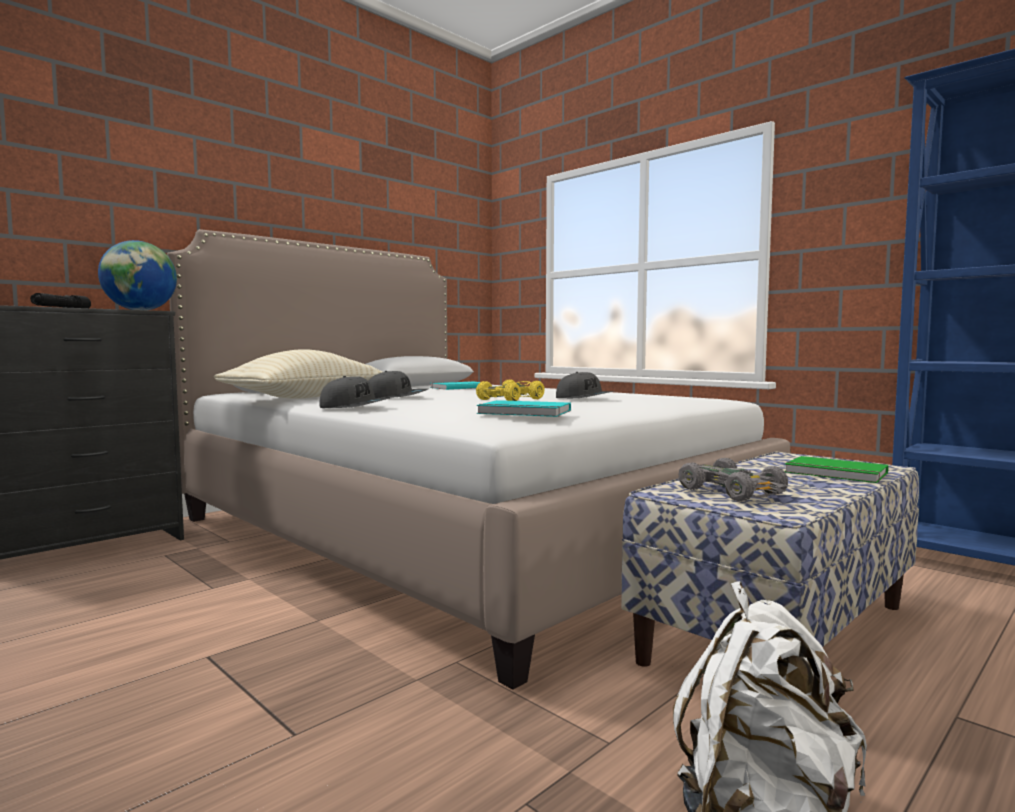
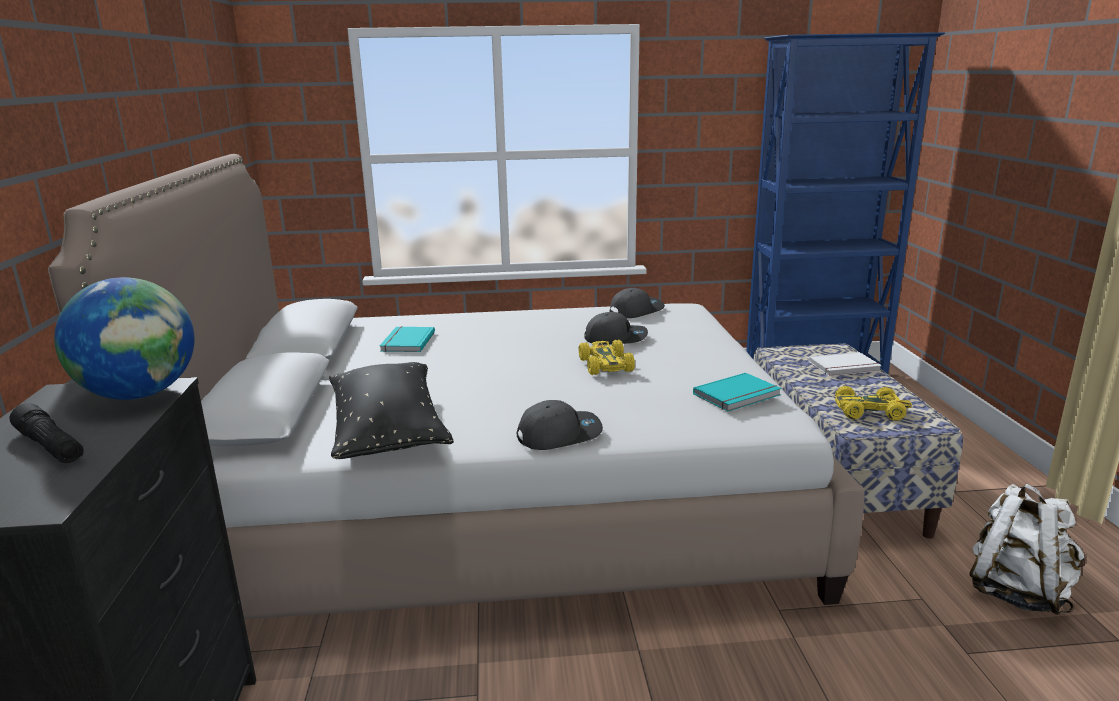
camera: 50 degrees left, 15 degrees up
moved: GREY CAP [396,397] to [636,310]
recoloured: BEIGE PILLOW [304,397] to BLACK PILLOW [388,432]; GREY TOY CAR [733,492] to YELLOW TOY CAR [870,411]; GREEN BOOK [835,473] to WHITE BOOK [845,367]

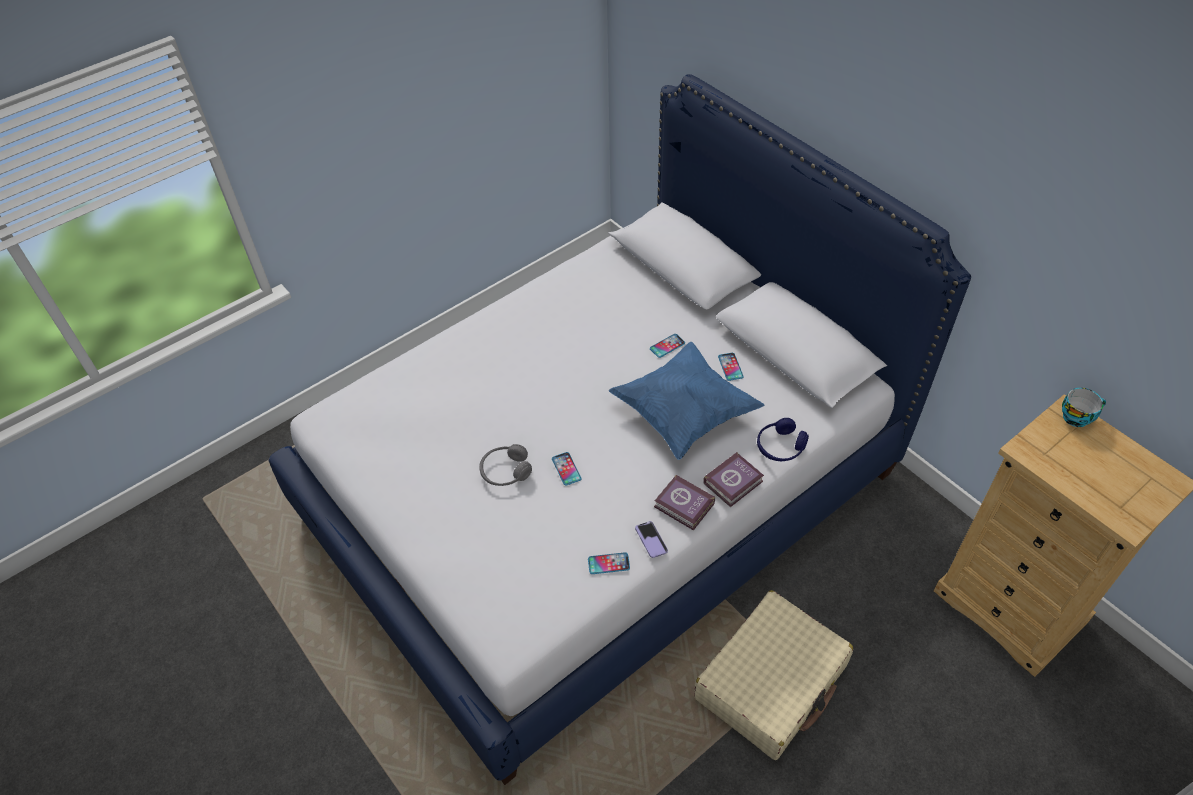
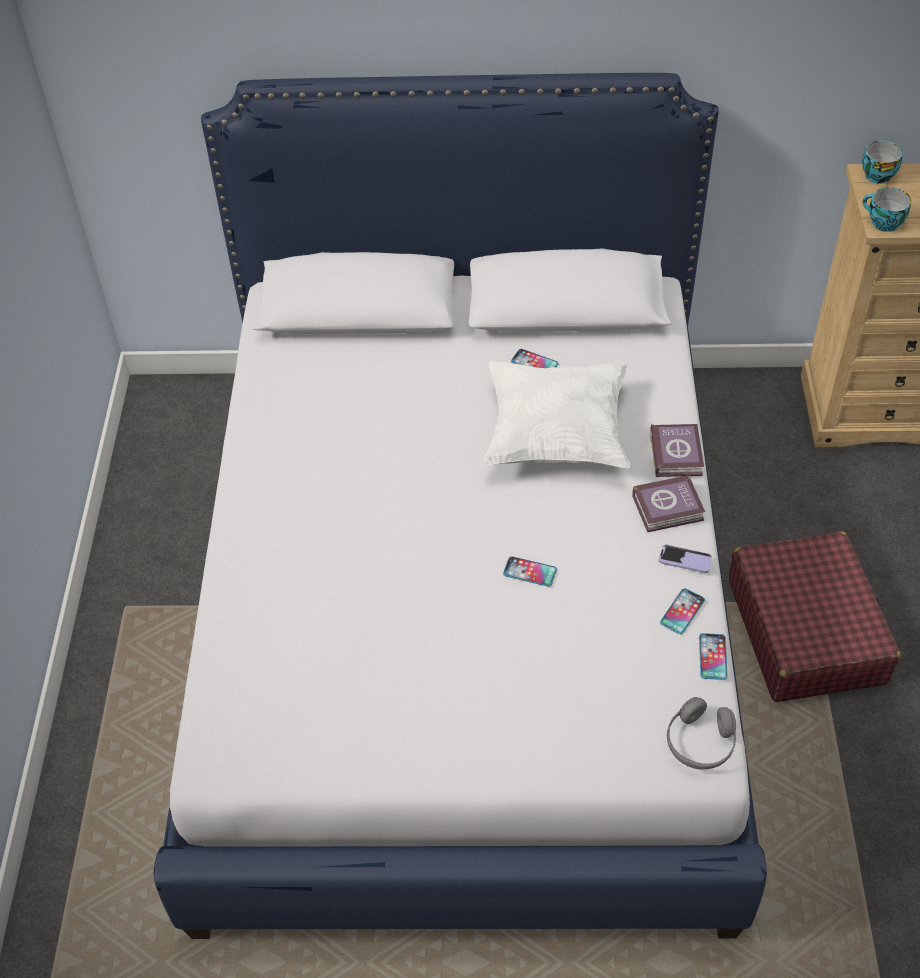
camera: 50 degrees left, 0 degrees up
removed: BLUE HEADPHONES [780,447]
added: CUP [882,223]
moved: GREY HEADPHONES [505,471] to [700,742]; PHONE [667,346] to [712,657]
recoloured: BLUE PILLOW [684,414] to WHITE PILLOW [556,435]; BEIGE SUITCASE [771,682] to RED SUITCASE [806,630]

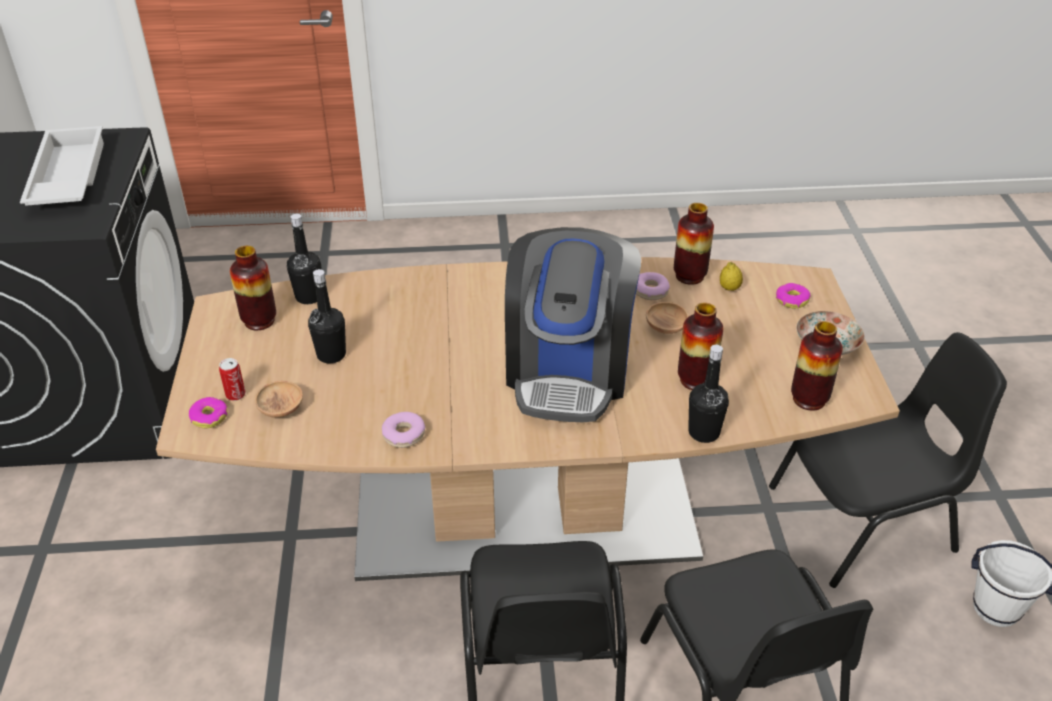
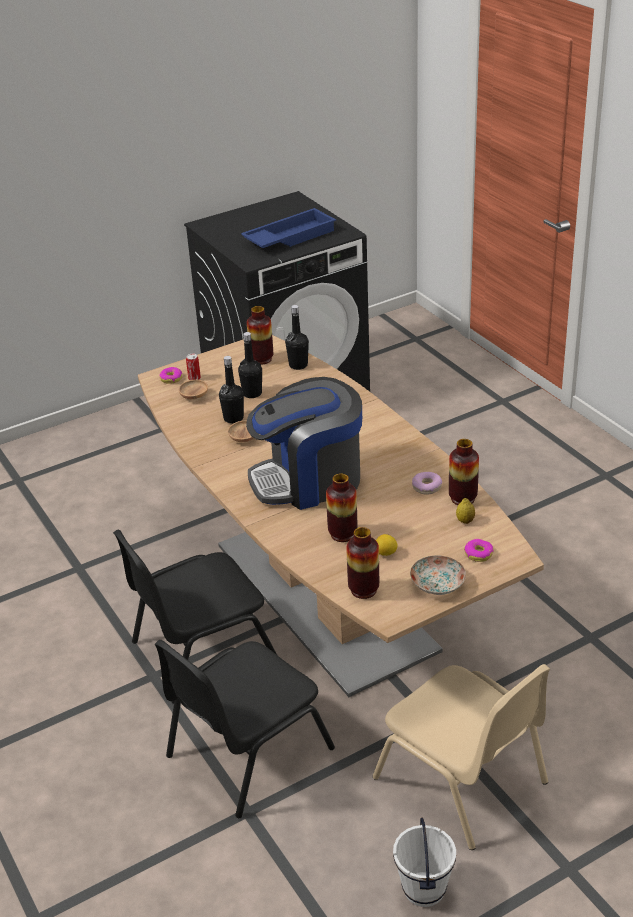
camera: 65 degrees right, 5 degrees down
removed: DONUT [404,434]
added: LEMON [386,553]
moved: BROWN BOWL [666,327] to [244,438]; BLACK BOTTLE [704,432] to [233,418]
recoloured: WHITE TRAY [66,178] to BLUE TRAY [289,237]; BLACK CHAIR [865,520] to BEIGE CHAIR [463,781]

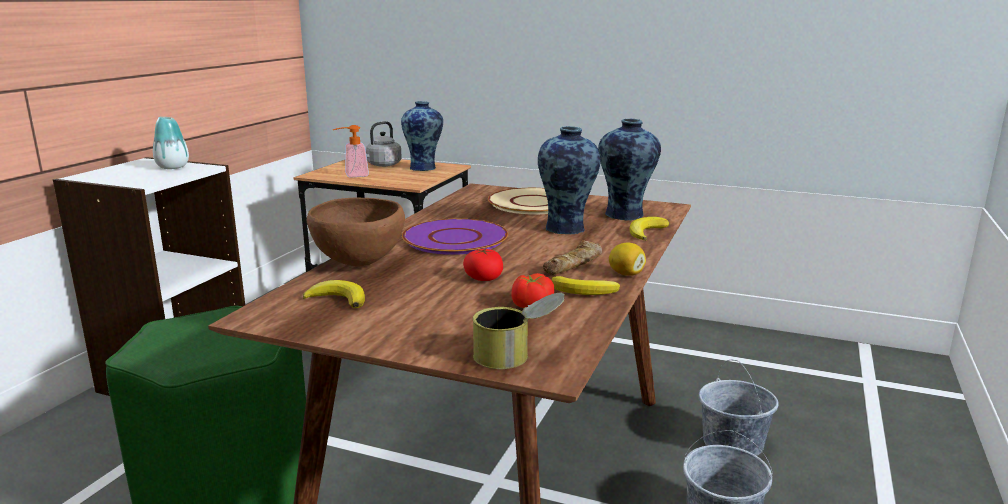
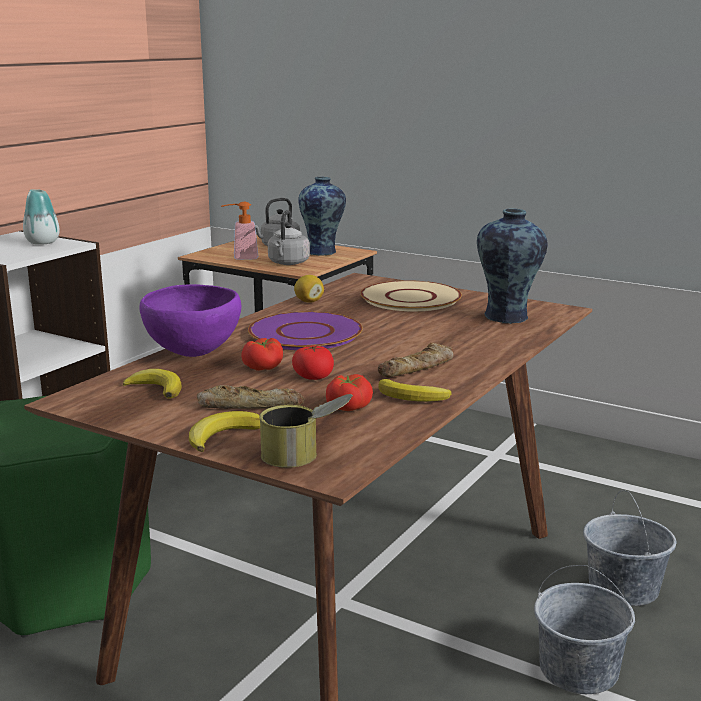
camera: 10 degrees right, 0 degrees up
removed: VASE [567,229]
added: BREAD [250,406]; TOMATO [264,368]; GREY KETTLE [288,263]
moved: LEMON [626,274] to [308,301]; BANANA [646,232] to [222,435]
recoloured: BROWN BOWL [359,264] to PURPLE BOWL [193,354]

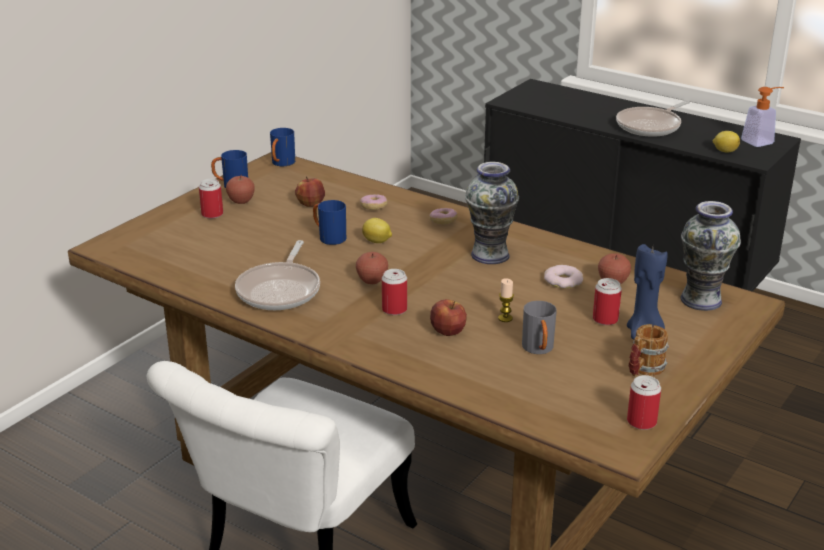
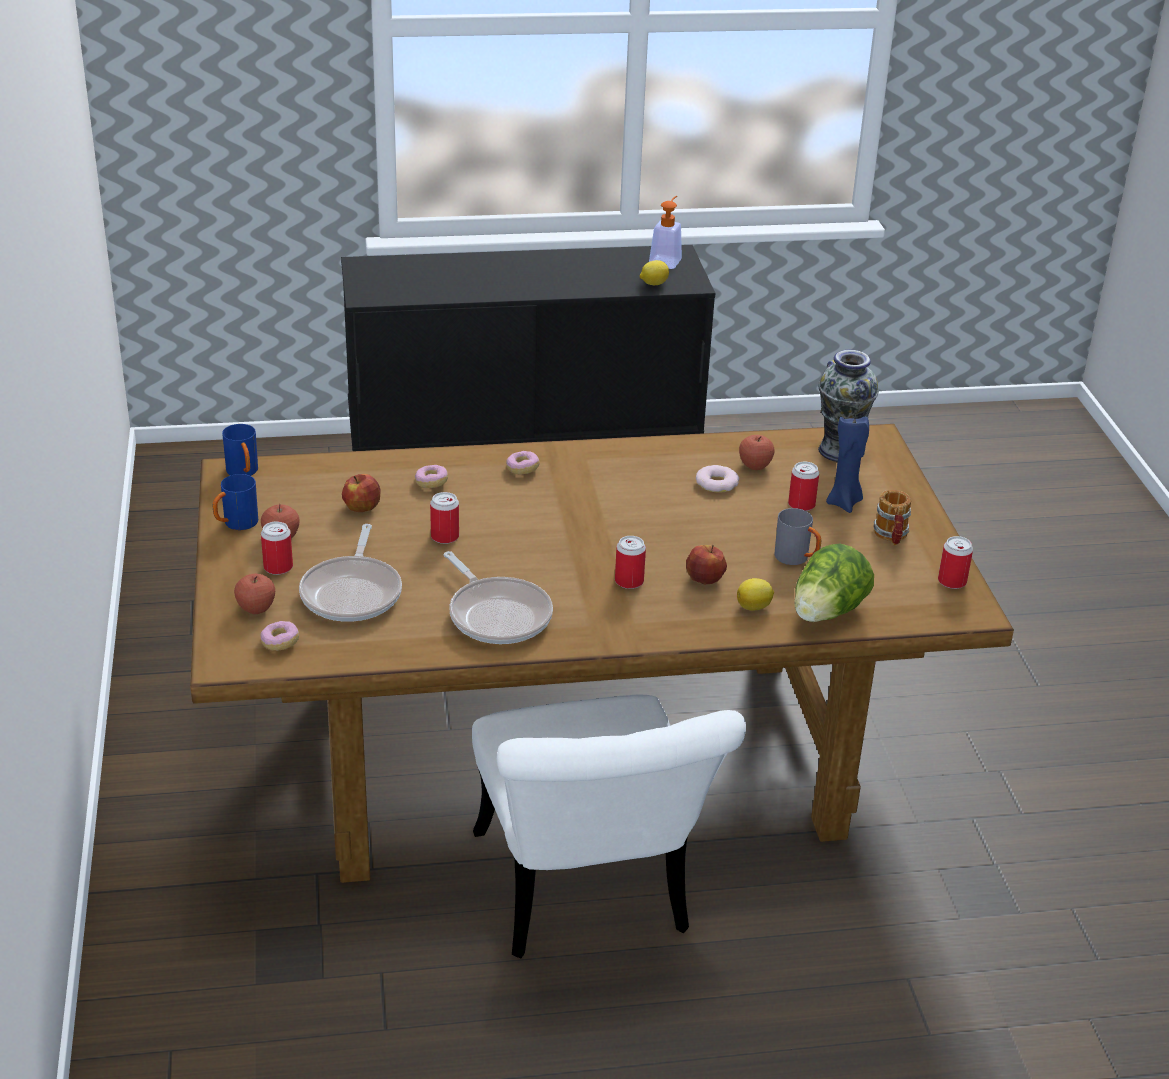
camera: 45 degrees left, 5 degrees up
removed: VASE [490,255]; CANDLE [505,318]
added: DONUT [280,643]; LETTUCE [827,613]
moved: APPLE [372,280] to [256,608]; LEMON [377,241] to [754,607]; FRYING PAN [651,126] to [353,592]
replaced: BLUE MUG [328,237] to CAN [445,537]

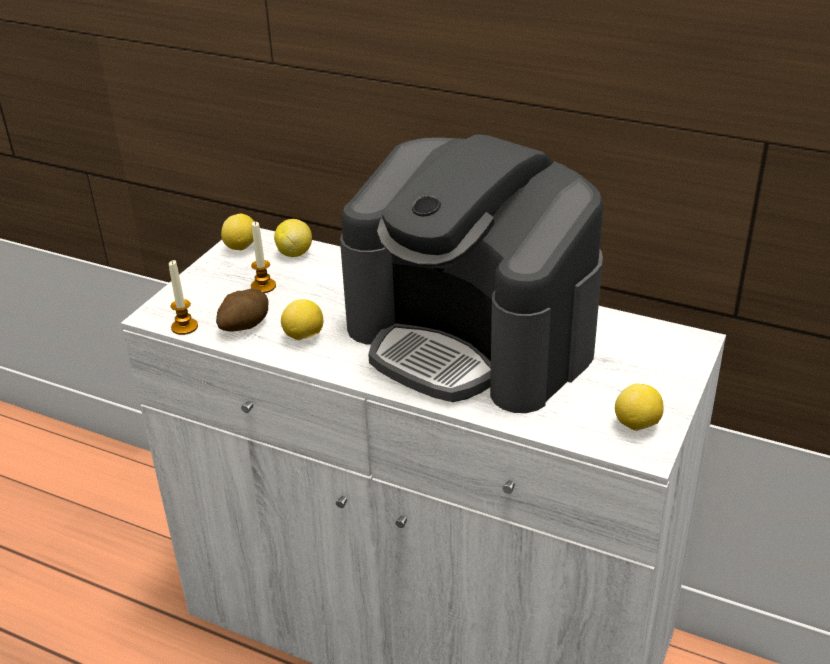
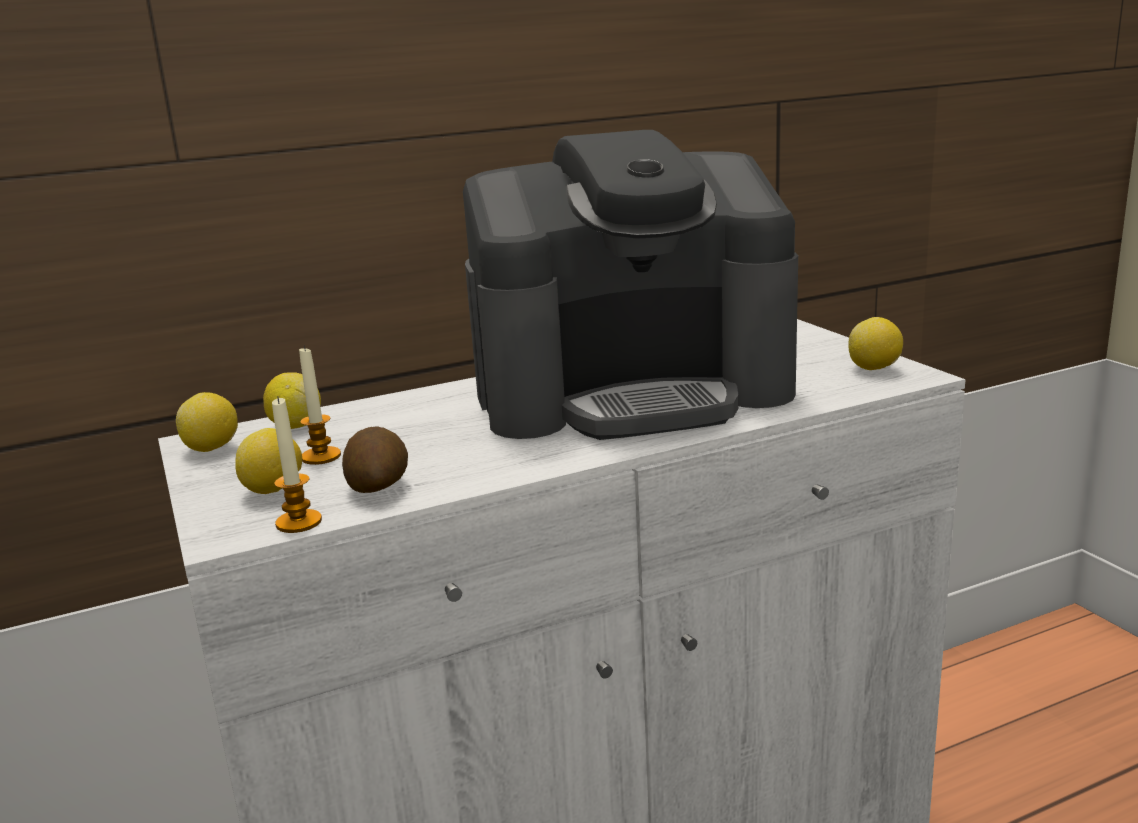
camera: 50 degrees left, 15 degrees down
moved: LEMON [304,337] to [274,491]

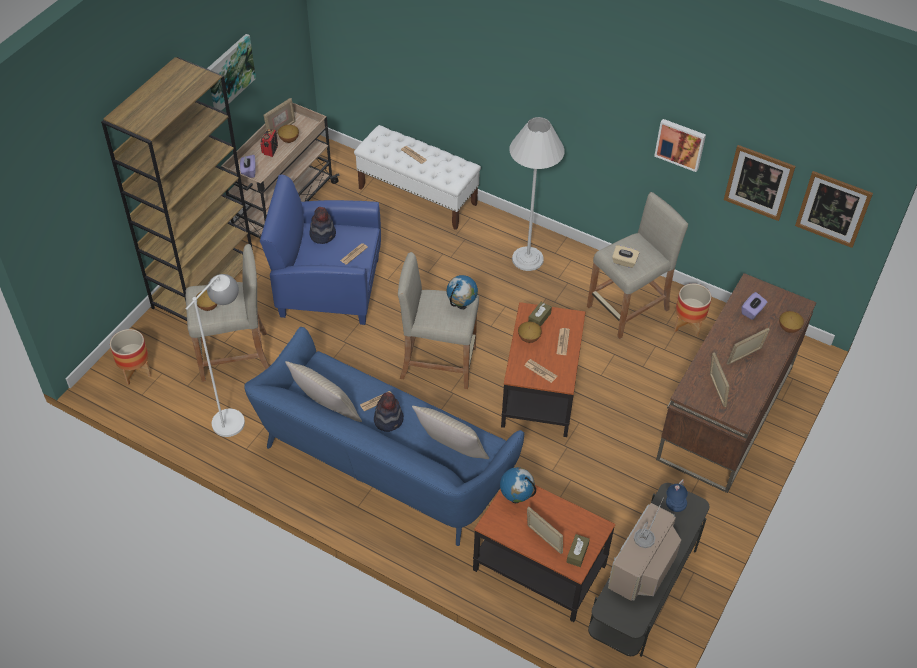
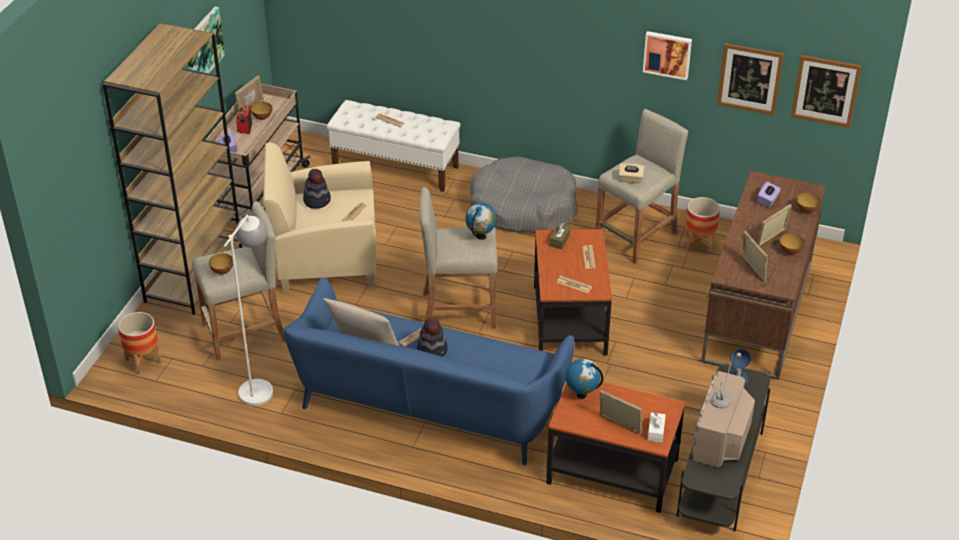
camera: 10 degrees left, 10 degrees down
removed: BEIGE PILLOW [451,452]
moved: BOWL [529,339] to [790,251]
replaced: WHITE FLOOR LAMP [527,259] to GREY DOG BED [523,208]
recoloured: BLUE ARMCHAIR [328,286] to BEIGE ARMCHAIR [325,258]; BROWN TISSUE BOX [577,553] to WHITE TISSUE BOX [656,431]

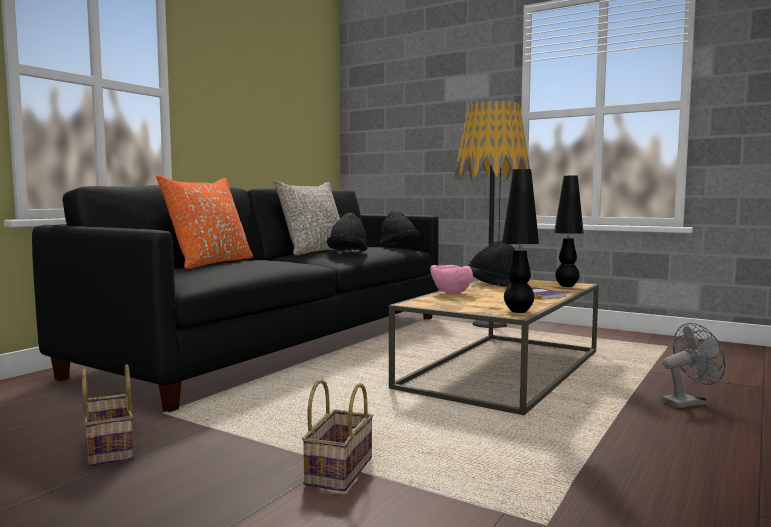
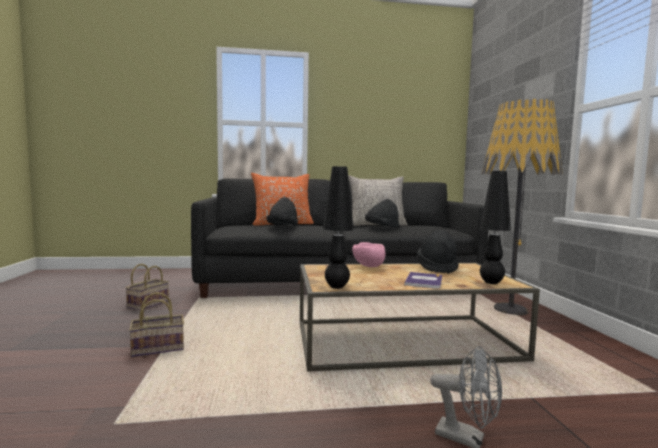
camera: 50 degrees right, 0 degrees up
moved: BLACK HAT [398,246] to [282,227]

